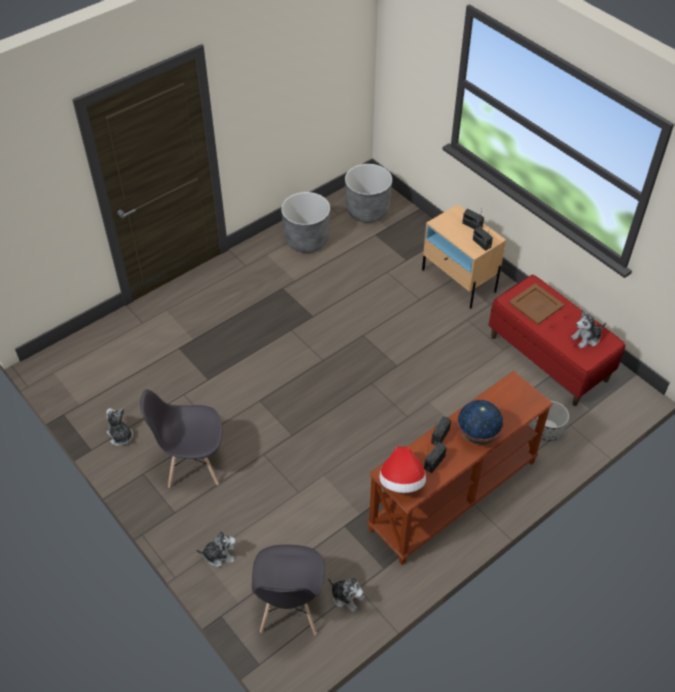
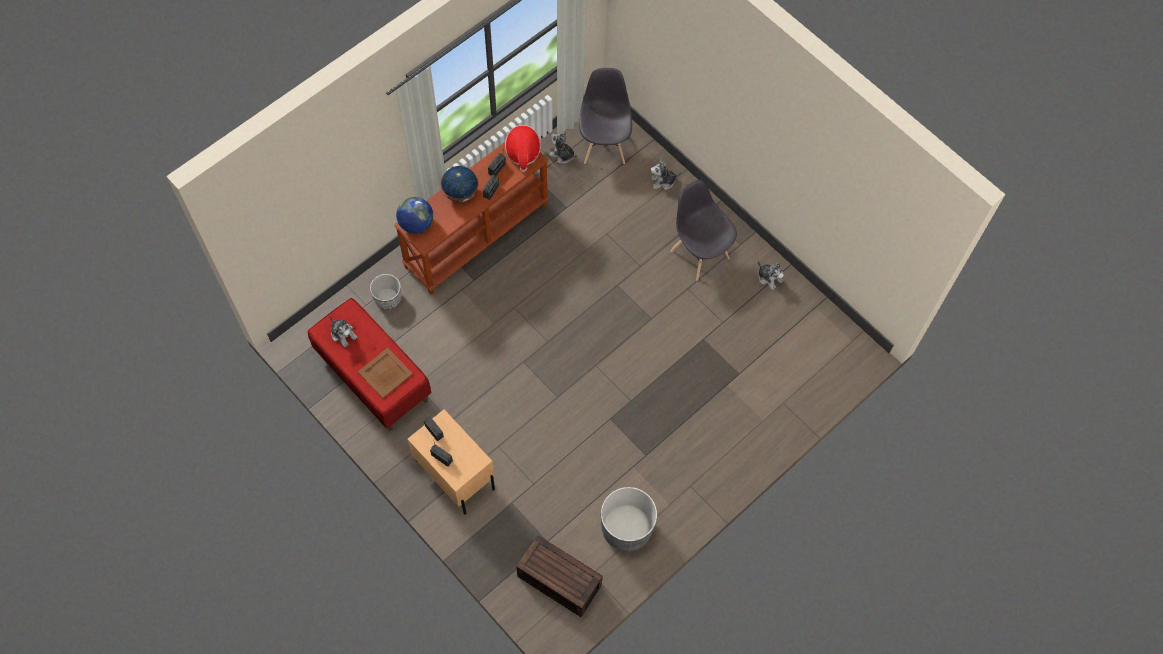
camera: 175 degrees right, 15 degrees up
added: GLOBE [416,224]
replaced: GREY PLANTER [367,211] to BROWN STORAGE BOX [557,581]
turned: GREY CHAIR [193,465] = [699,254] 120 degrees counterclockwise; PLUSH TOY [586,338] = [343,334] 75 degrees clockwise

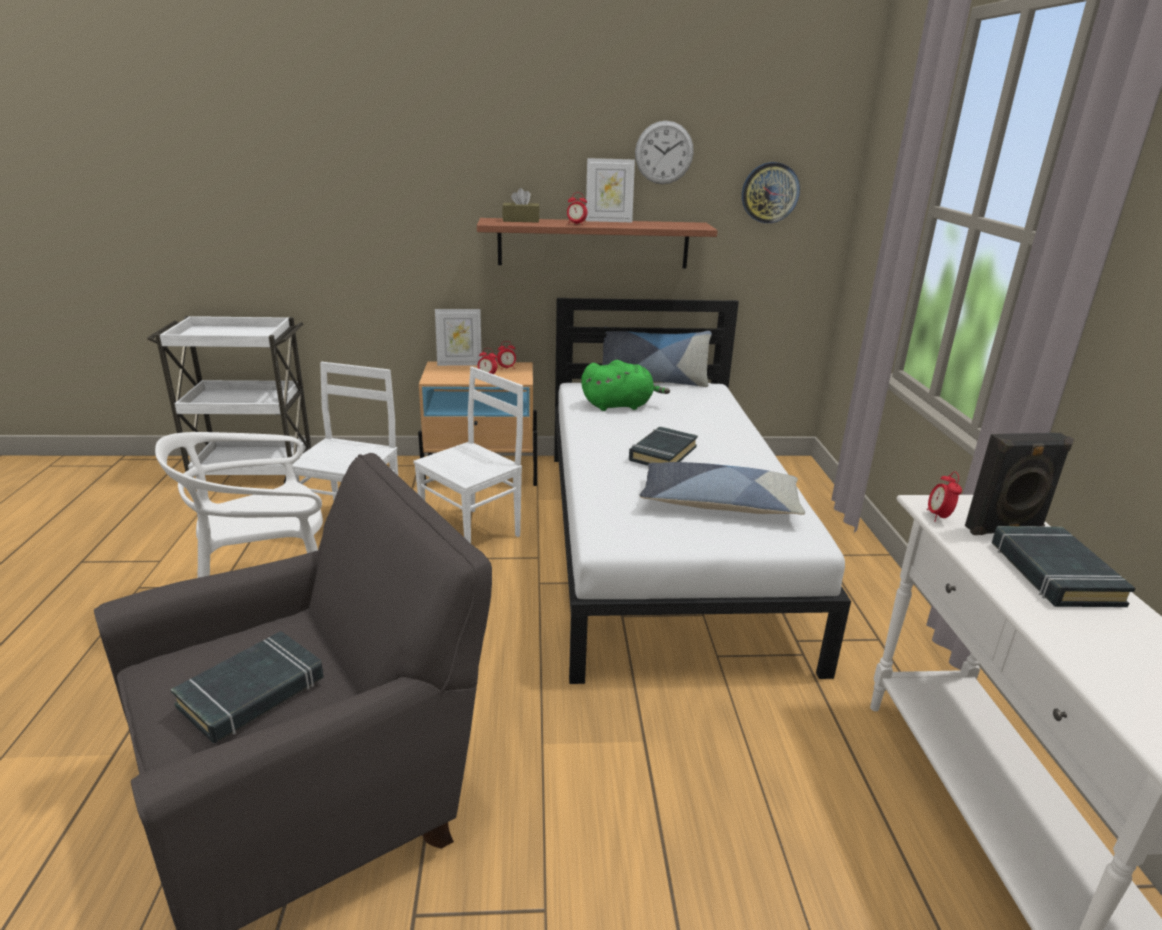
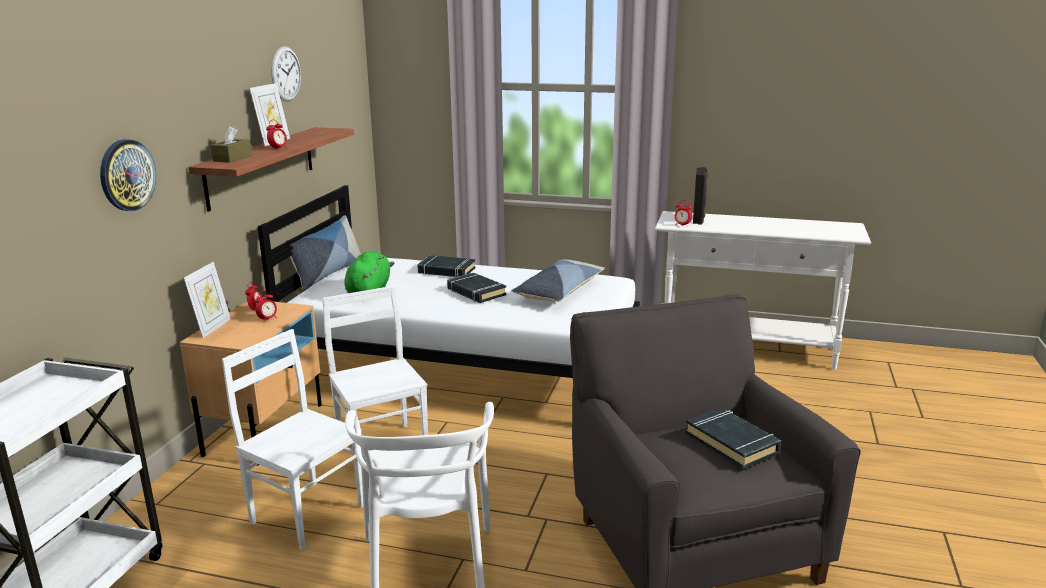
camera: 70 degrees left, 5 degrees down
moved: WALL CLOCK [770,192] to [127,175]; BLACK BOOK [1053,573] to [446,271]

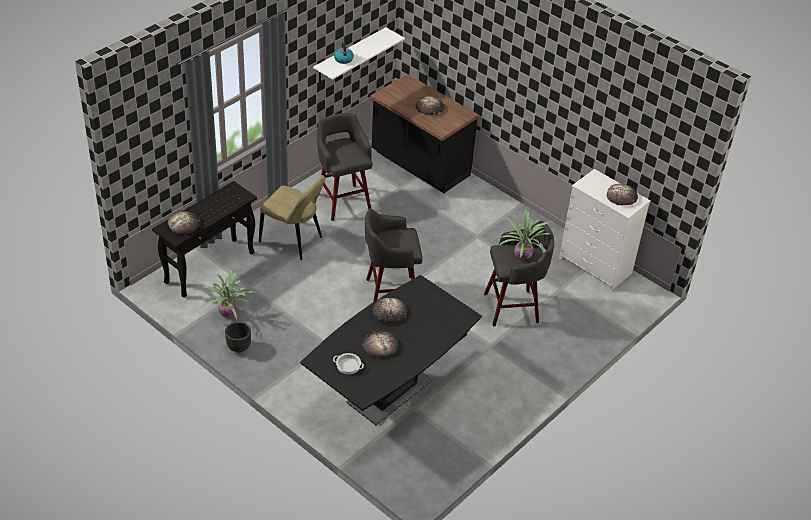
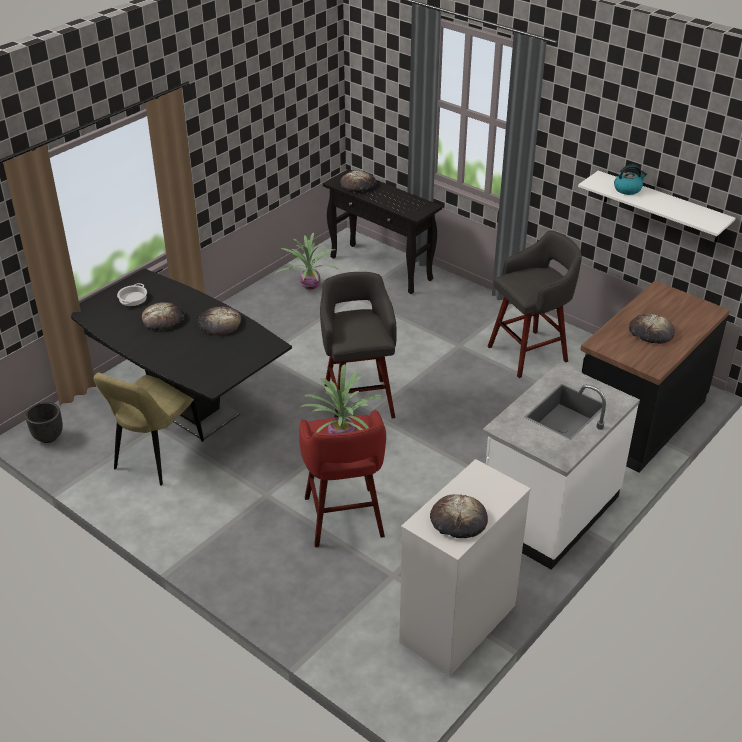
camera: 90 degrees right, 5 degrees down
added: WHITE COUNTER [548,511]
moved: BLACK PLANTER [238,347] to [49,436]; BEIGE CHAIR [293,241] to [156,457]
recoloured: GREY STOOL [513,308] to RED STOOL [344,519]

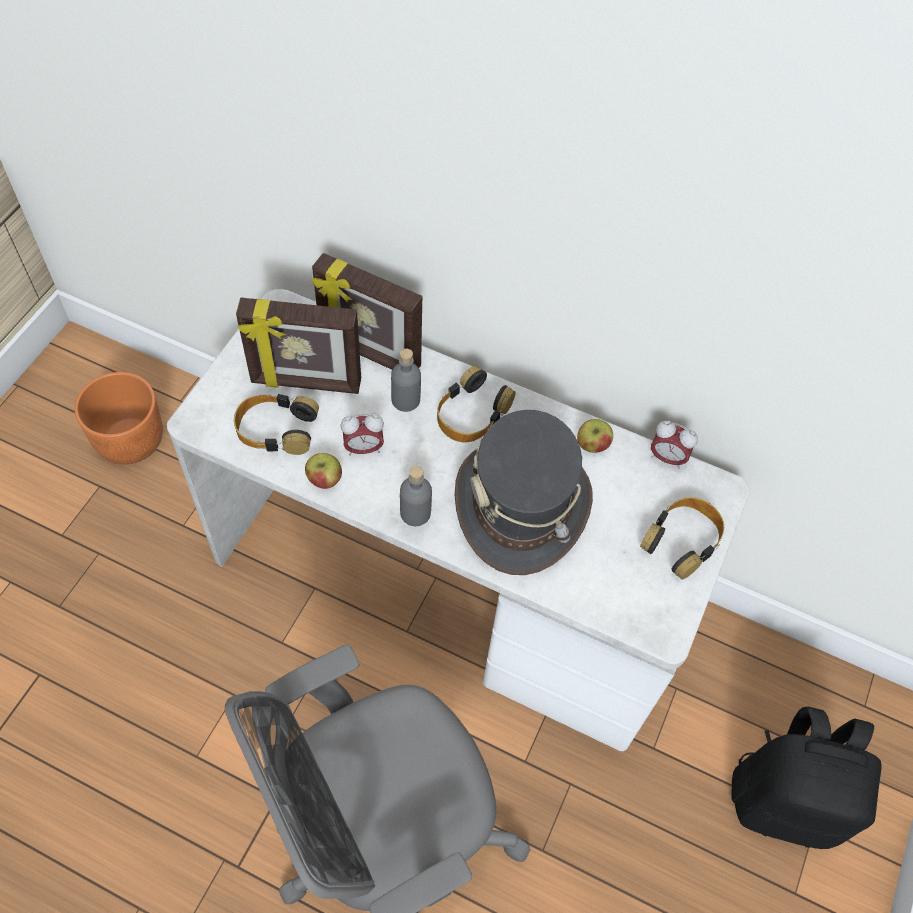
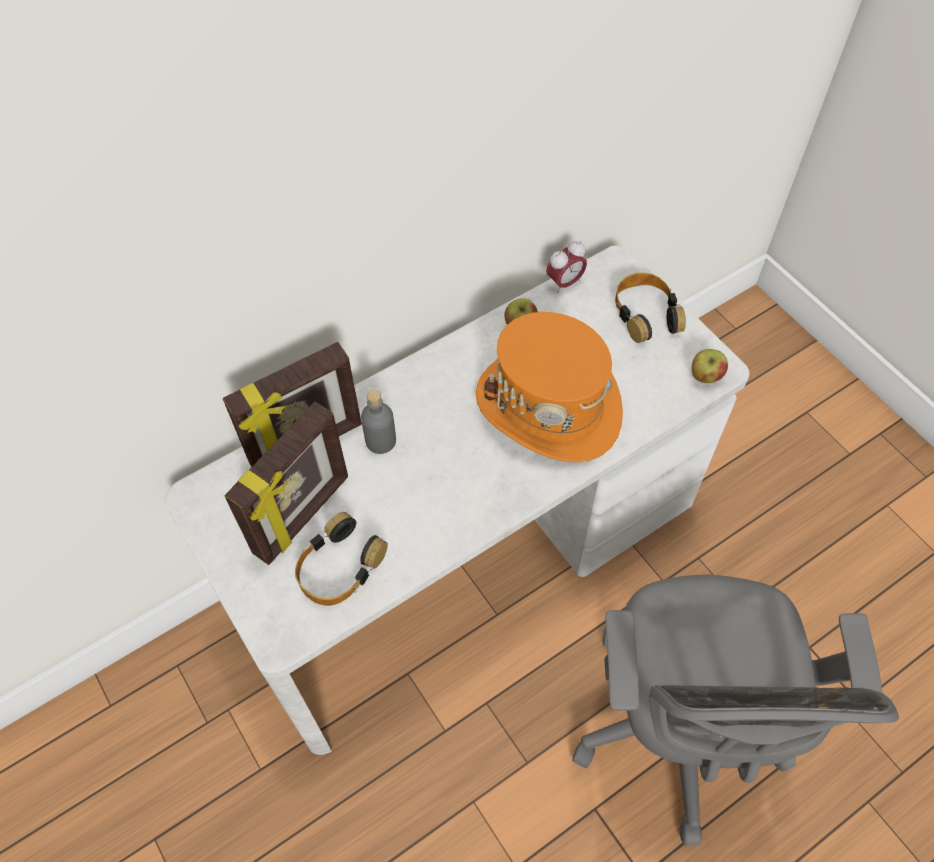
camera: 55 degrees left, 0 degrees up
removed: ORANGE PLANTER [130,440]; ALARM CLOCK [363,448]; GREY BOTTLE [415,513]; HEADPHONES [472,413]; BLACK BACKPACK [785,799]
moved: APPLE [324,480] to [706,376]
recoloured: GREY HAT [521,506] to ORANGE HAT [548,407]

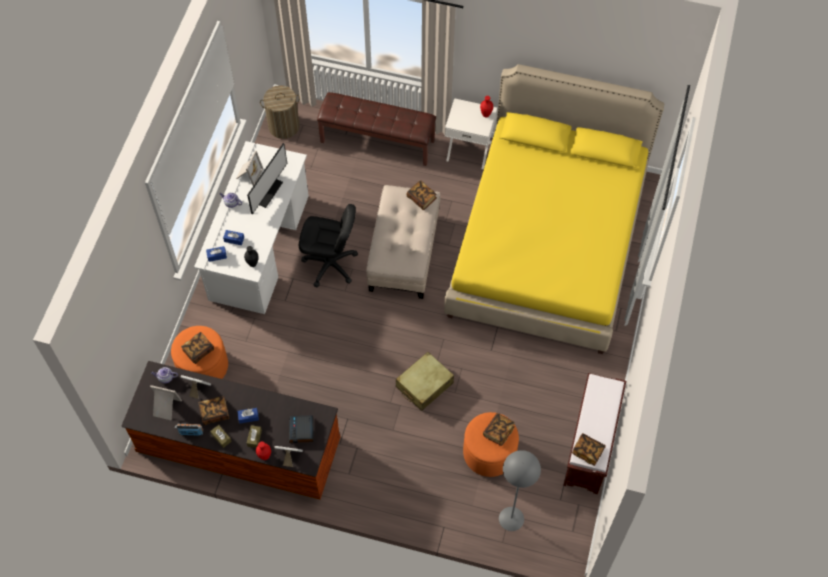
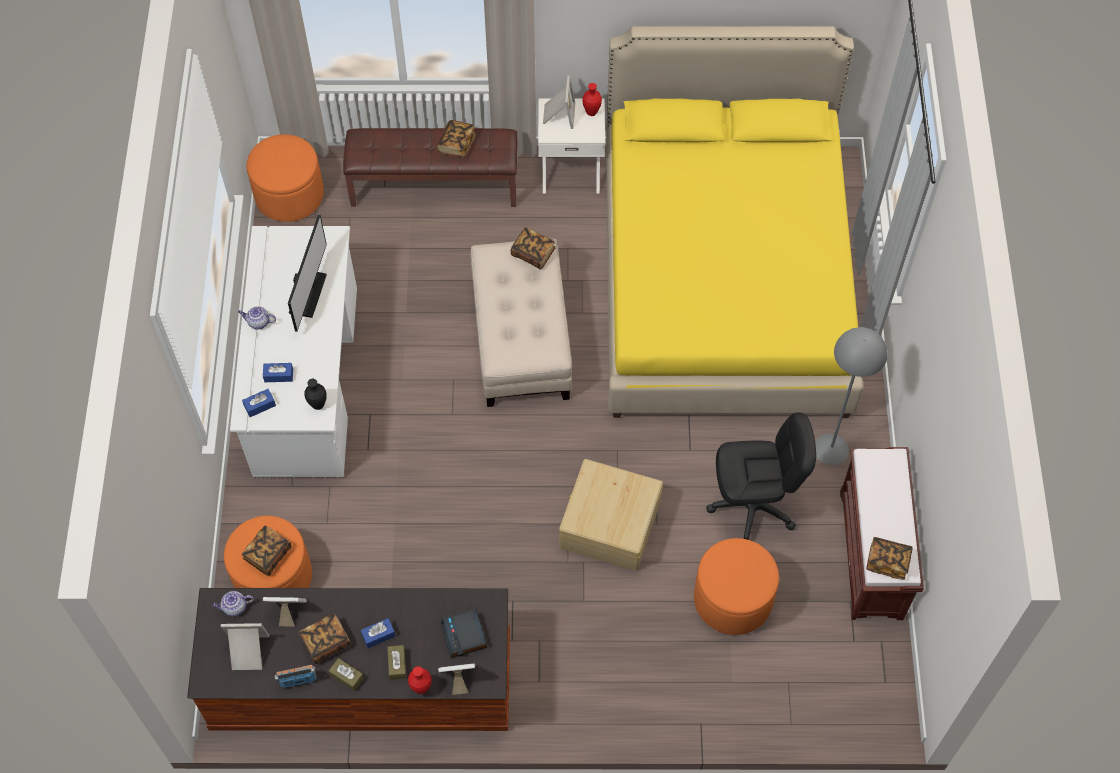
camera: 15 degrees left, 0 degrees up
moved: PICTURE FRAME [248,174] to [558,114]; BLACK OFFICE CHAIR [330,265] to [752,507]; BOOK [498,432] to [456,144]; GREY FLOOR LAMP [511,519] to [831,449]
replaced: LAUNDRY BASKET [283,126] to ORANGE OTTOMAN [289,195]; BEIGE SUITCASE [424,385] to BEIGE STORAGE BOX [609,524]

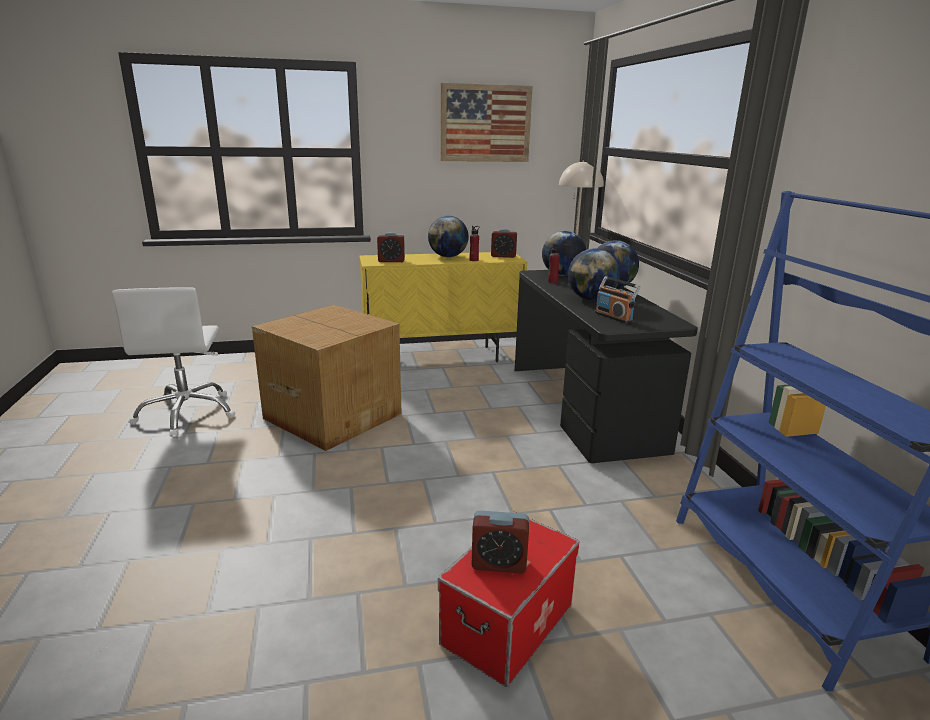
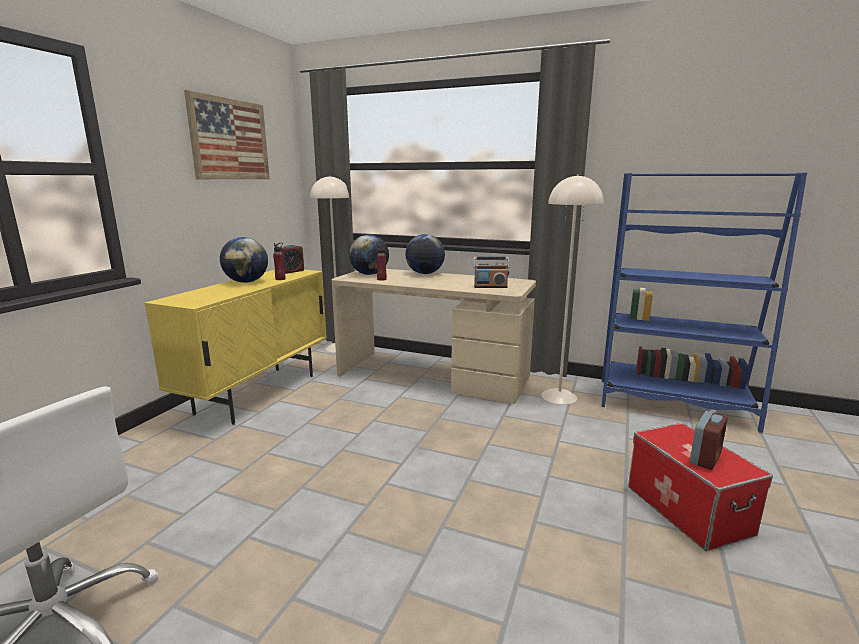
camera: 55 degrees left, 5 degrees down
removed: CARDBOARD BOX [333,415]; ALARM CLOCK [391,261]; GLOBE [591,299]
added: BEIGE FLOOR LAMP [559,396]
recoloured: BLACK DESK [584,406] to BEIGE DESK [432,376]

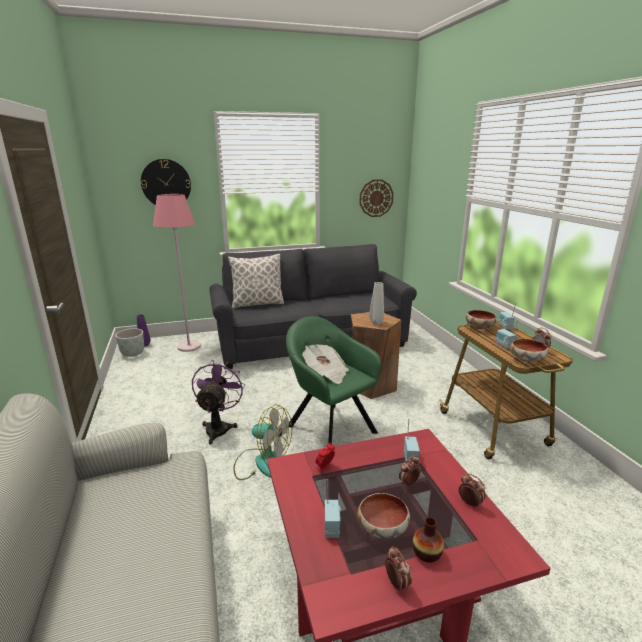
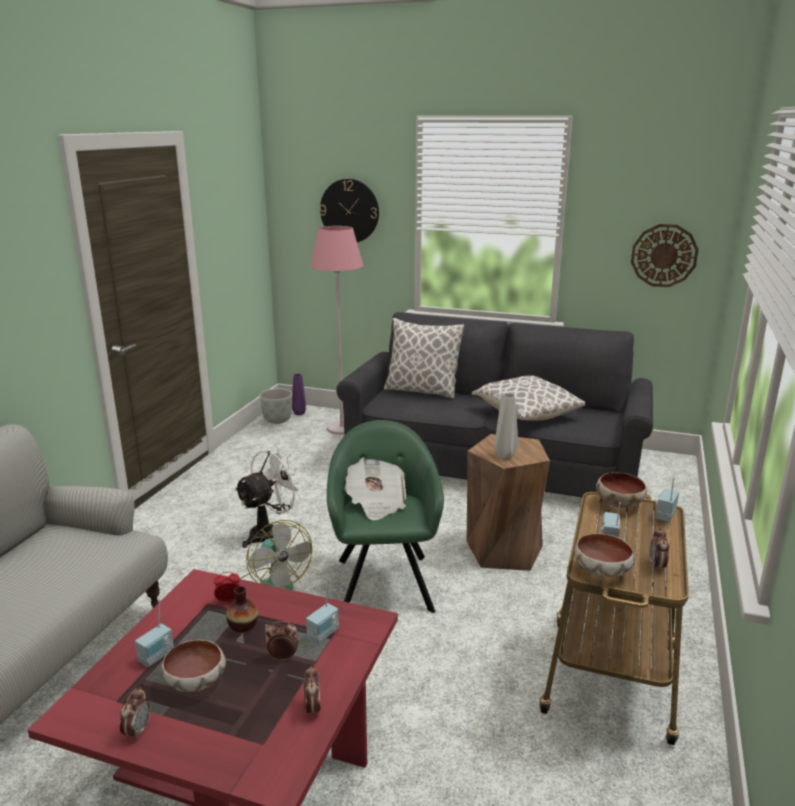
camera: 35 degrees right, 0 degrees up
added: PILLOW [526,414]
moved: VASE [426,553] to [243,625]
recoloured: PURPLE FAN [219,427] to WHITE FAN [270,533]

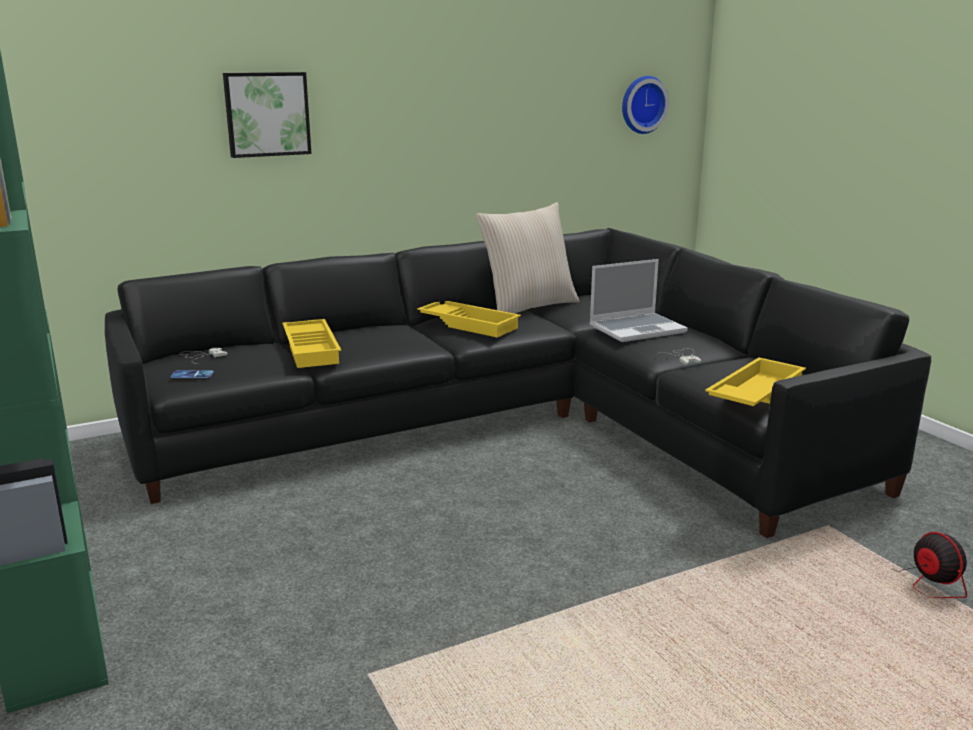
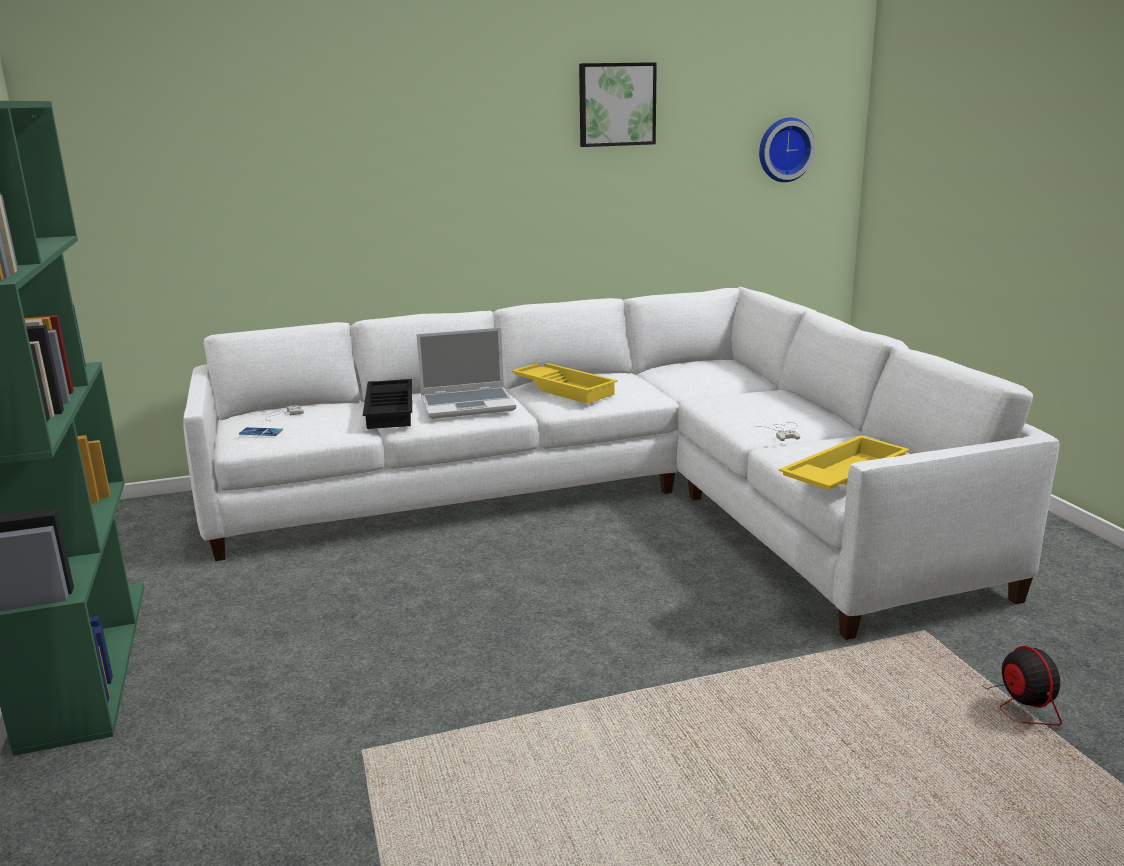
camera: 10 degrees right, 0 degrees up
removed: BEIGE PILLOW [528,307]
moved: PICTURE [267,114] to [616,104]; LAPTOP [637,329] to [468,404]
recoloured: BLACK SOFA [515,425] to WHITE SOFA [611,499]; YELLOW TRAY [313,349] to BLACK TRAY [391,410]

